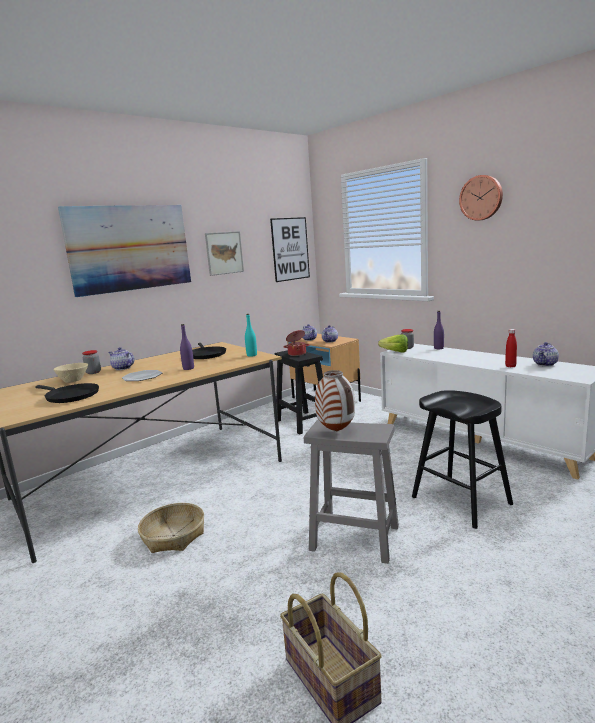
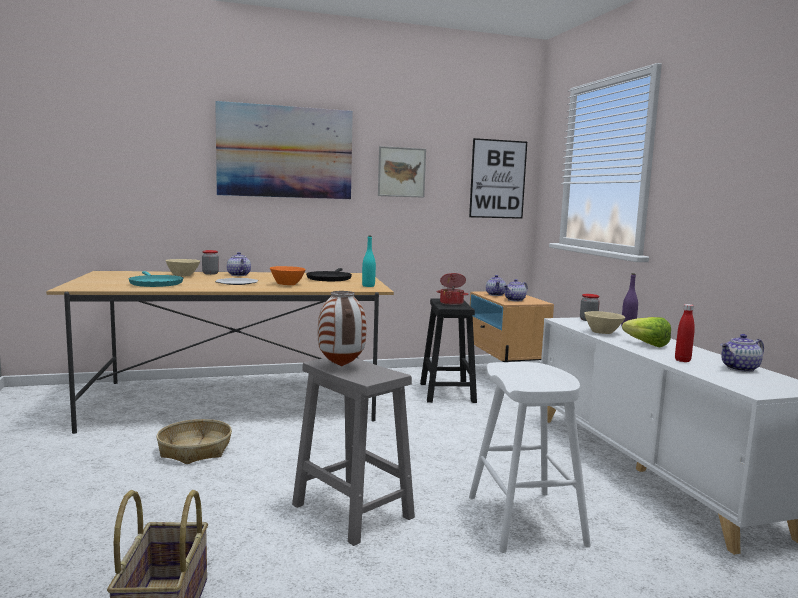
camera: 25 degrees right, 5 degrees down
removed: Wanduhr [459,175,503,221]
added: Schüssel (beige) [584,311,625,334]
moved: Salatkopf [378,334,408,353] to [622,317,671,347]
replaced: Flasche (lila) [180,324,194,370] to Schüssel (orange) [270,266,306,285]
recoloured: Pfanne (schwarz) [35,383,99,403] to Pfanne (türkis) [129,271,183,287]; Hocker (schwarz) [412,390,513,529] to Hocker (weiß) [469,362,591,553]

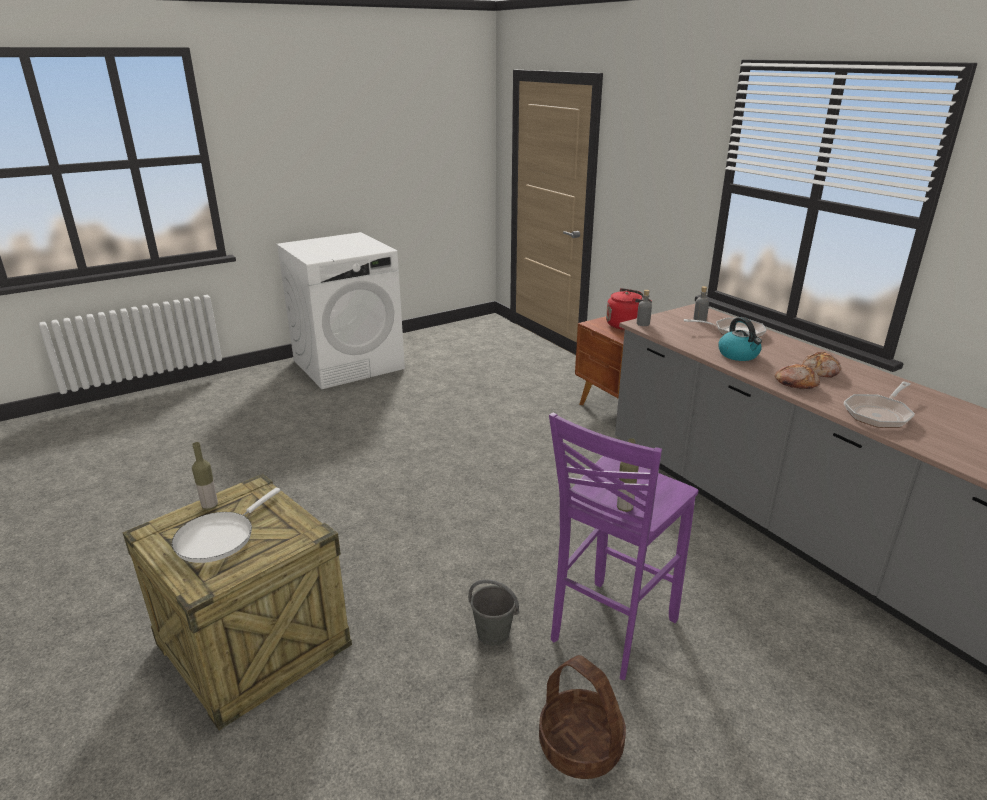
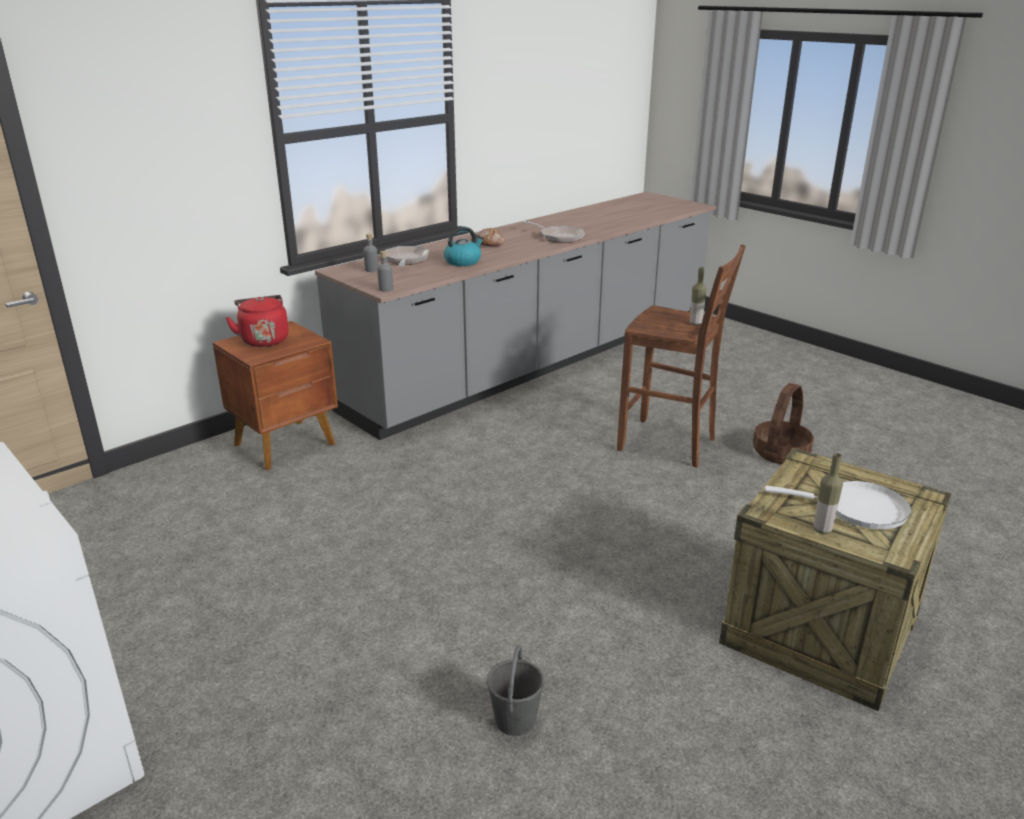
camera: 100 degrees left, 0 degrees up
removed: Brot [775,364,820,389]
moved: Eimer (grau) [468,579,519,646] to [487,645,544,736]
recoloured: Hocker (lila) [549,413,698,680] to Hocker (braun) [617,244,746,468]

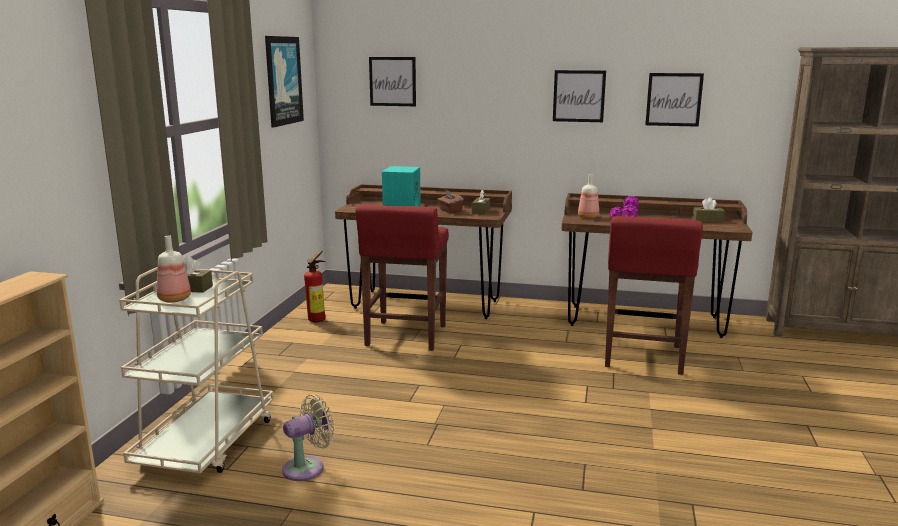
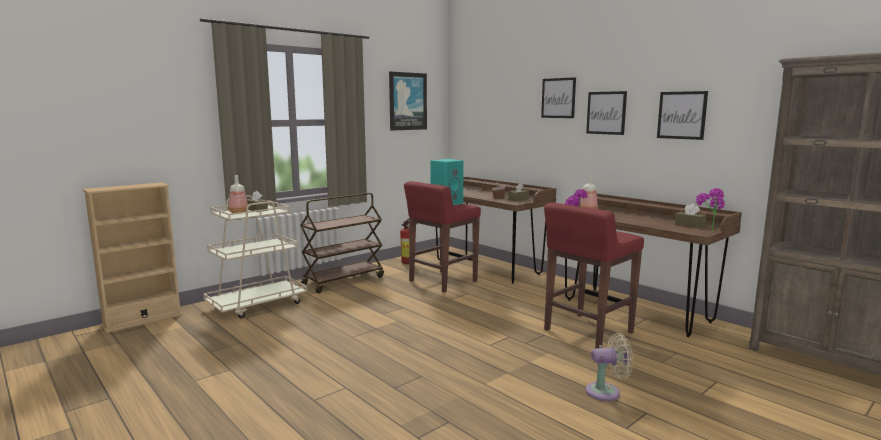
camera: 35 degrees right, 5 degrees down
added: Rollwagen (braun) [300,193,384,293]; Topfpflanze [696,188,725,232]
moved: Ventilator (beige) [282,394,334,481] to [586,333,633,401]; Bild [369,57,416,106] to [541,77,576,118]

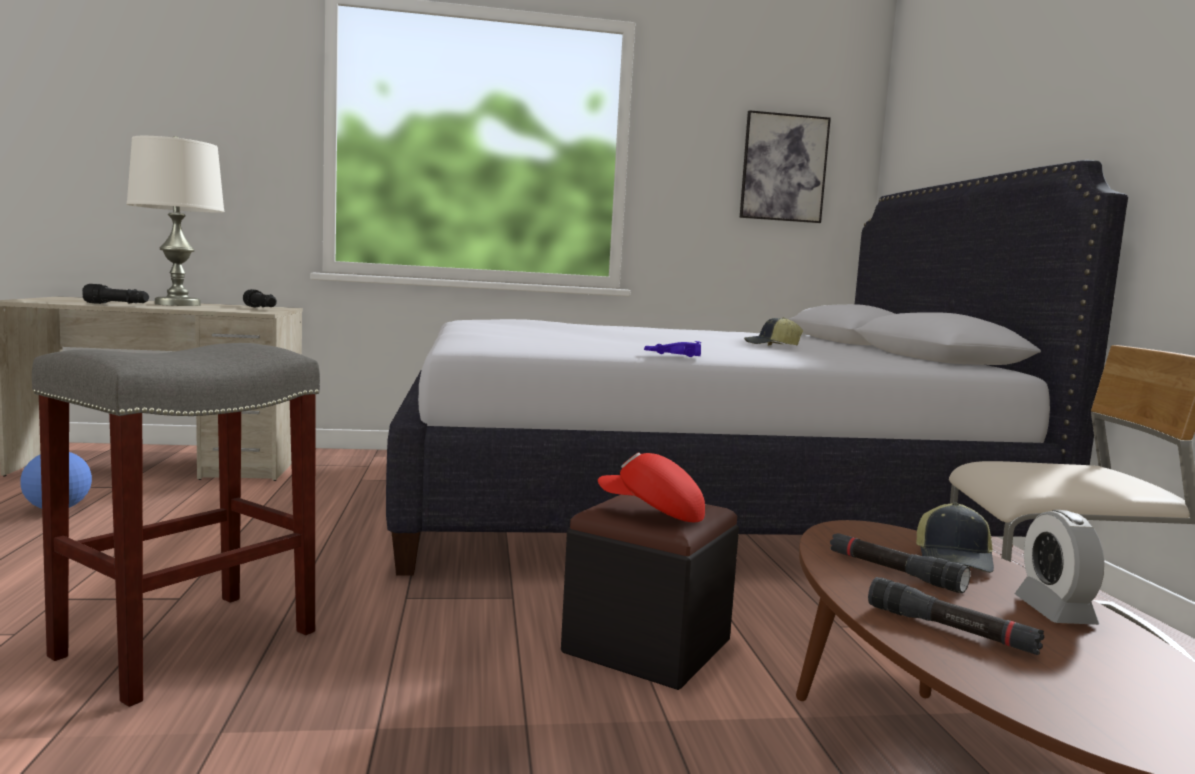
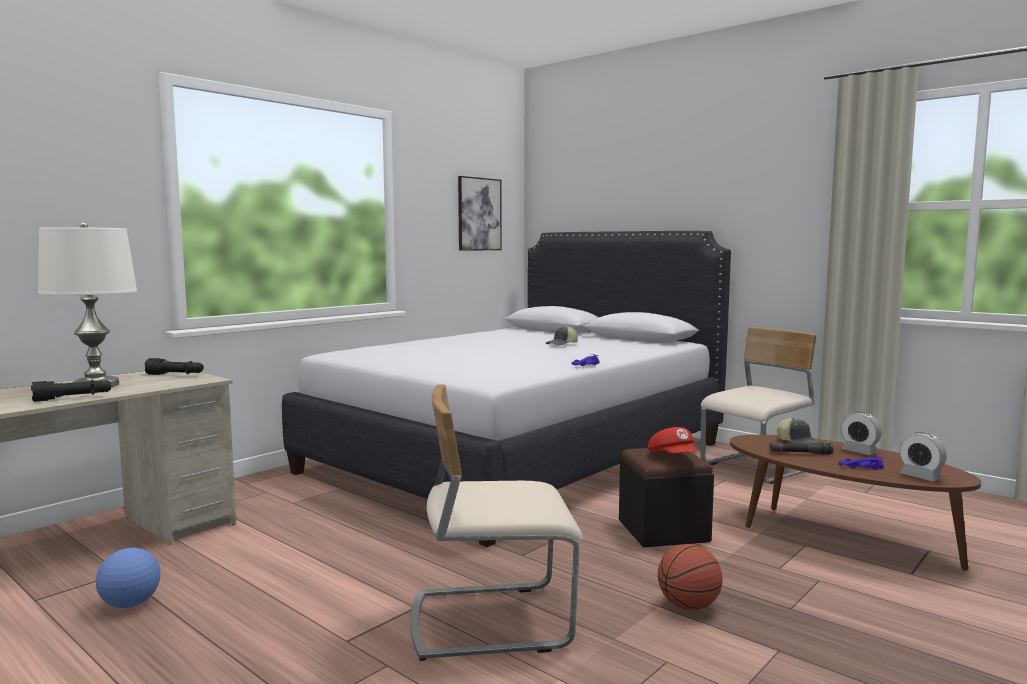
camera: 40 degrees left, 0 degrees up
added: Basketball [658,544,723,610]; Wecker [900,432,947,481]
replaced: Hocker (grau) [32,343,320,707] to Stuhl (beige) [410,384,583,661]; Taschenlampe (schwarz) [868,577,1044,655] to Spielzeugauto (lila) [838,455,883,470]
turned: Kappe (rot) [598,452,705,522] = [648,427,699,453] 90 degrees counterclockwise

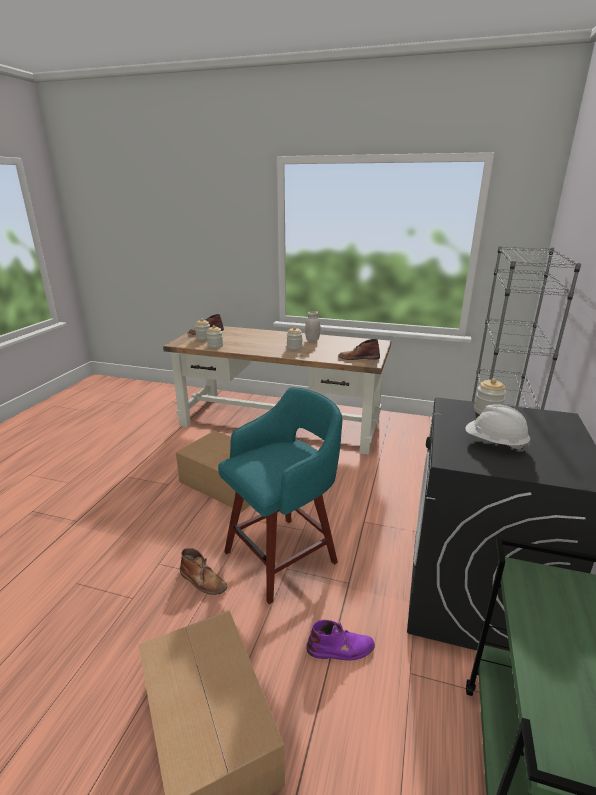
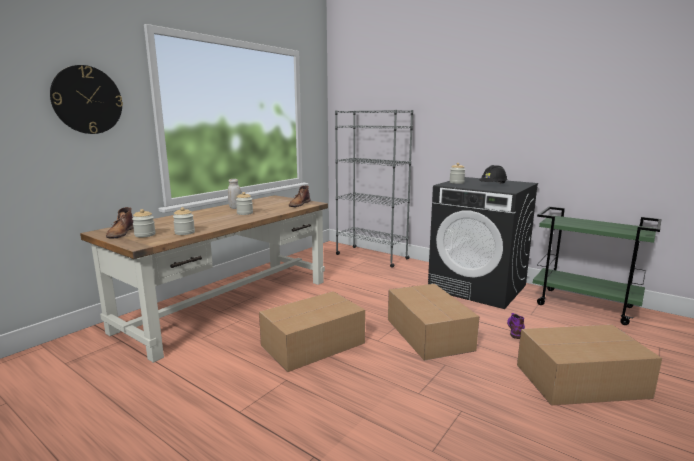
camera: 70 degrees left, 10 degrees down
removed: Stiefel (braun) [180,548,227,595]
added: Wanduhr [50,65,123,134]
replaced: Hocker (türkis) [218,387,342,604] to Karton [388,284,479,361]
recoloured: Schutzhelm (weiß) [465,404,530,451] to Schutzhelm (schwarz) [479,165,507,185]

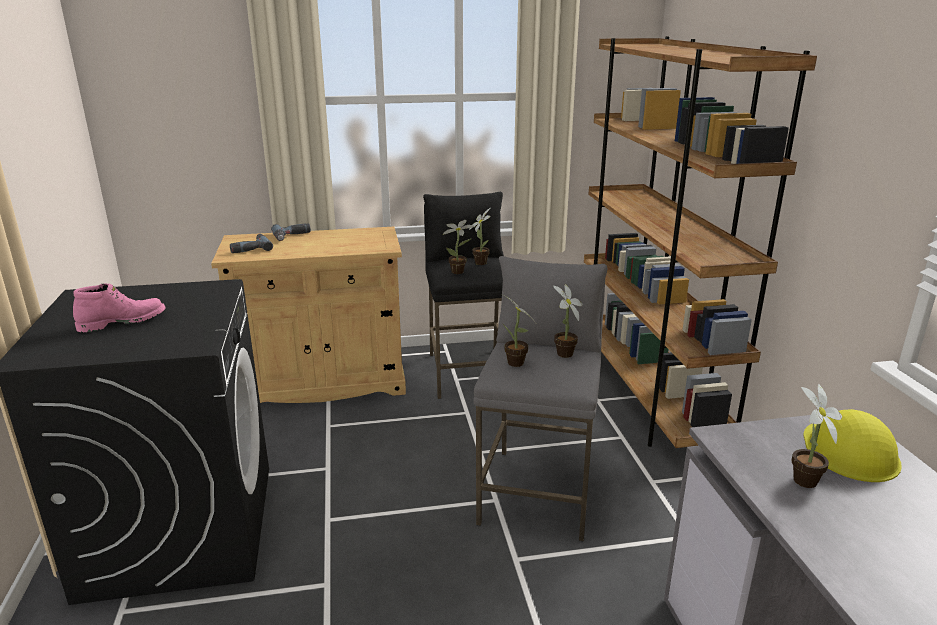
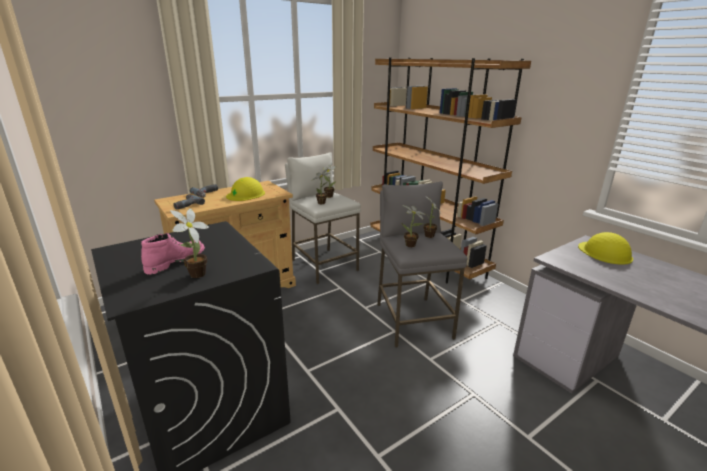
camera: 25 degrees left, 0 degrees up
added: Schutzhelm (gelb) [226,177,265,201]
moved: Topfpflanze [792,384,842,488] to [170,208,209,278]
recoloured: Hocker (schwarz) [423,191,504,399] to Hocker (weiß) [285,152,361,284]

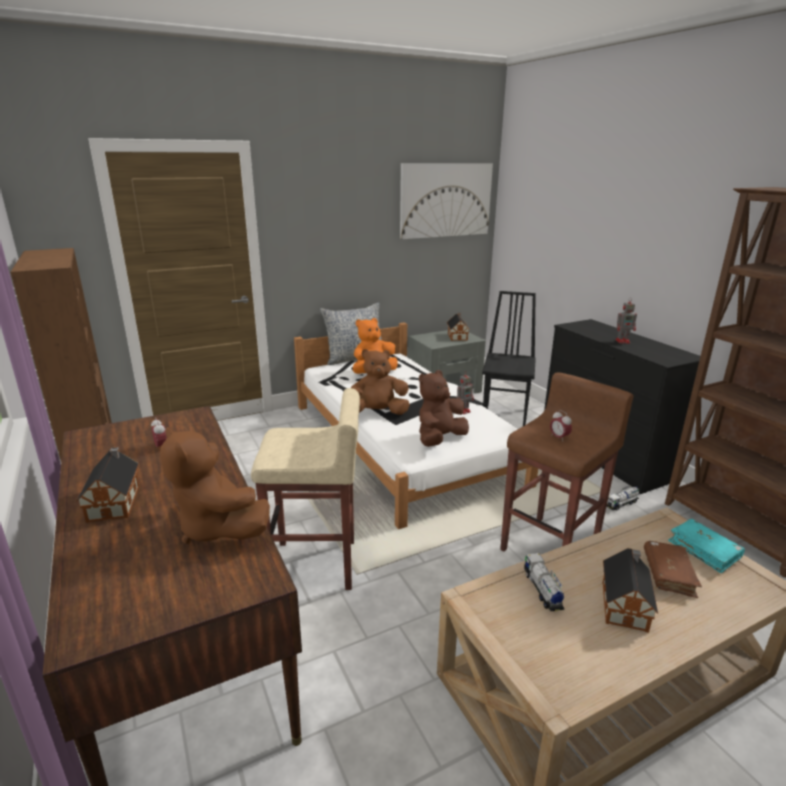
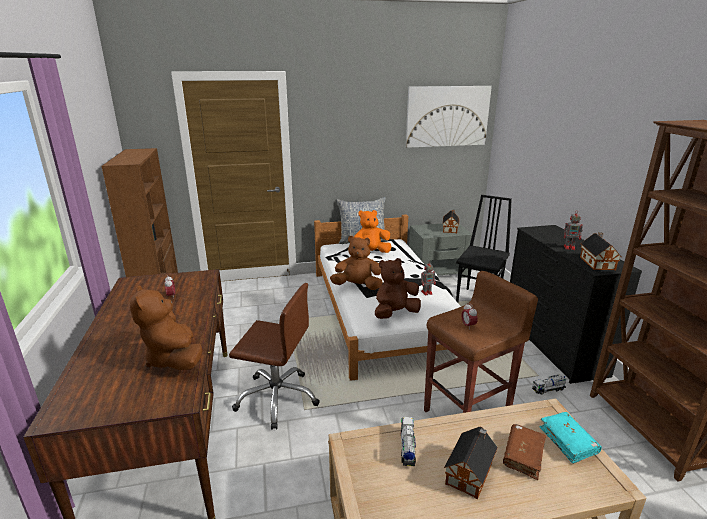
camera: 15 degrees right, 0 degrees up
moved: Spielzeughaus [76,447,139,523] to [580,232,621,270]
replaced: Hocker (beige) [251,388,360,590] to Bürostuhl (braun) [229,283,320,430]

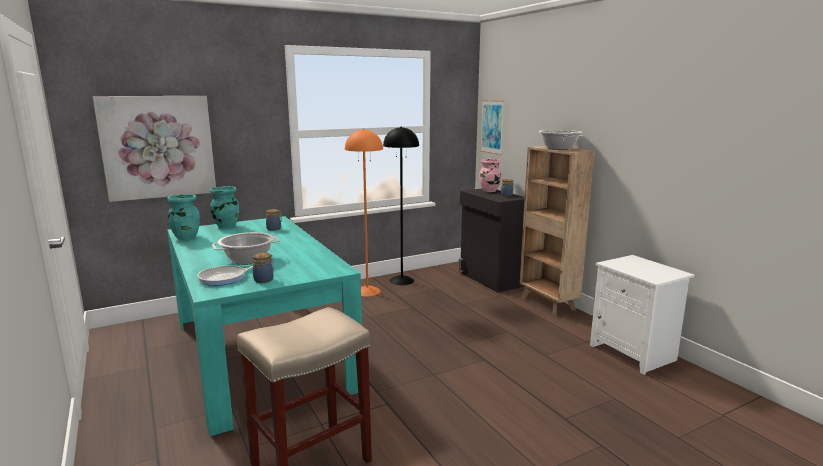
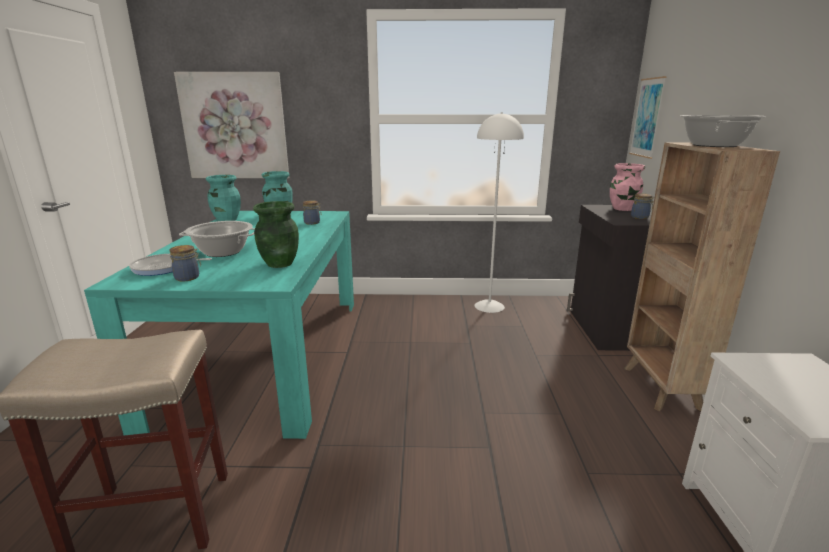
camera: 30 degrees right, 5 degrees up
removed: Stehlampe (orange) [345,129,383,297]
added: Vase (grün) [253,201,299,268]
recoloured: Stehlampe (schwarz) [383,126,419,285] to Stehlampe (weiß) [475,112,524,313]

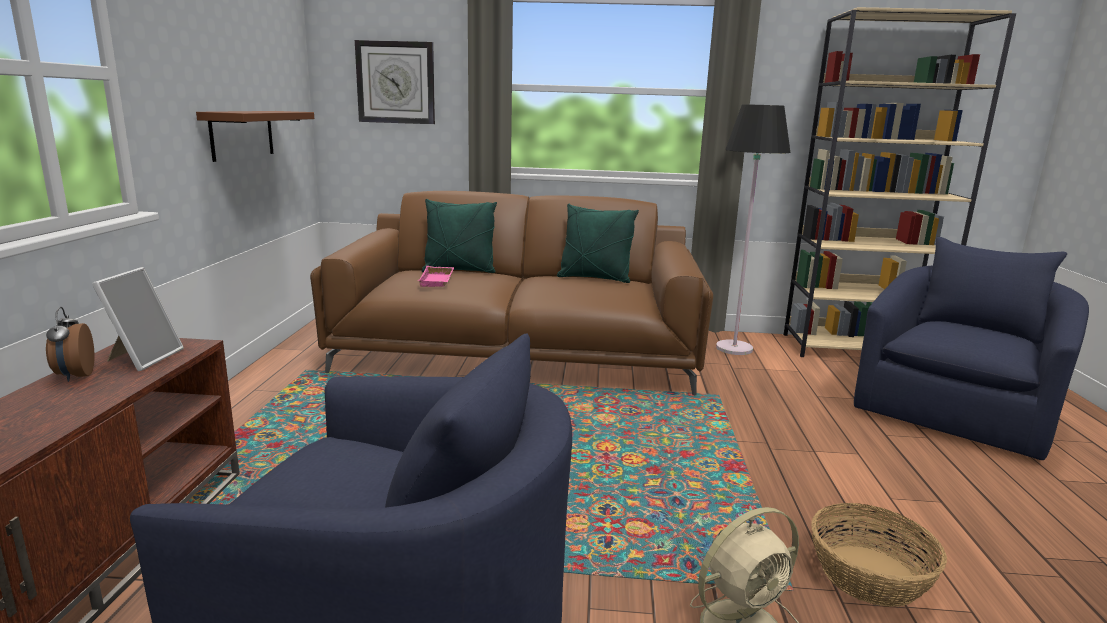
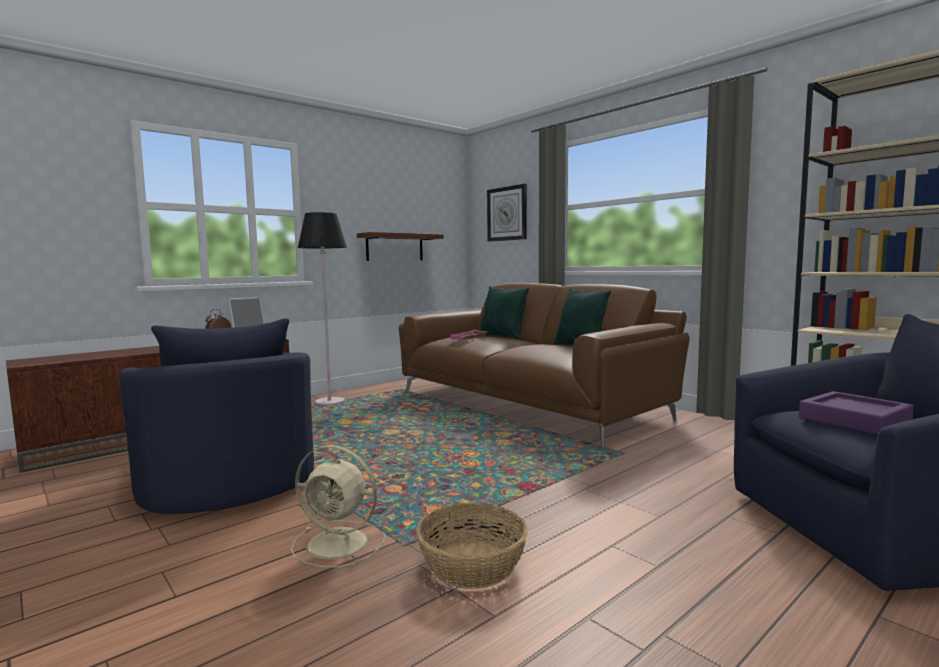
camera: 45 degrees right, 10 degrees down
added: Tablett (lila) [799,391,914,435]
moved: Stehlampe (schwarz) [716,104,790,355] to [298,212,347,405]

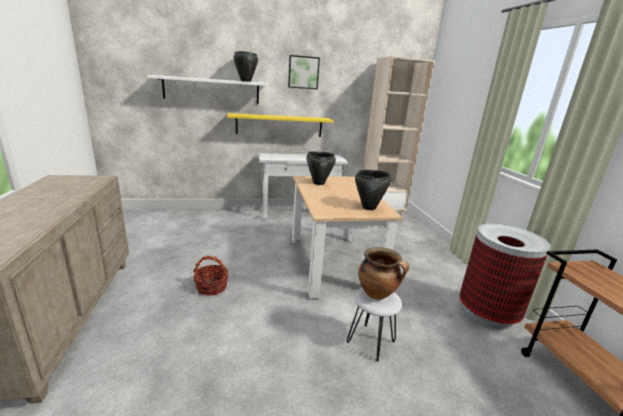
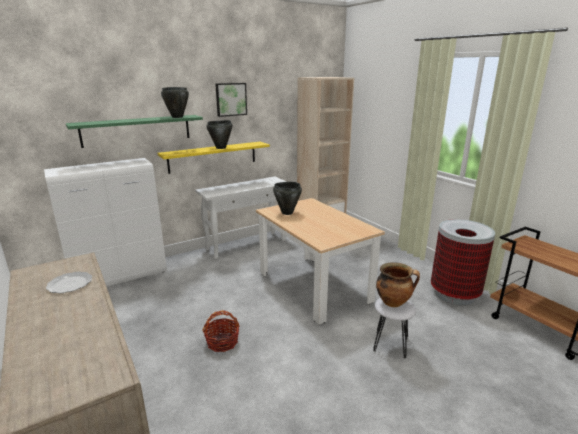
camera: 20 degrees left, 0 degrees up
added: Schrank (weiß) [44,158,167,287]; Teller [46,272,92,293]
moved: Kochtopf (schwarz) [355,170,391,210] to [207,120,232,149]
recoloured: Wandregal (weiß) [147,75,268,104] to Wandregal (grün) [66,115,203,148]

